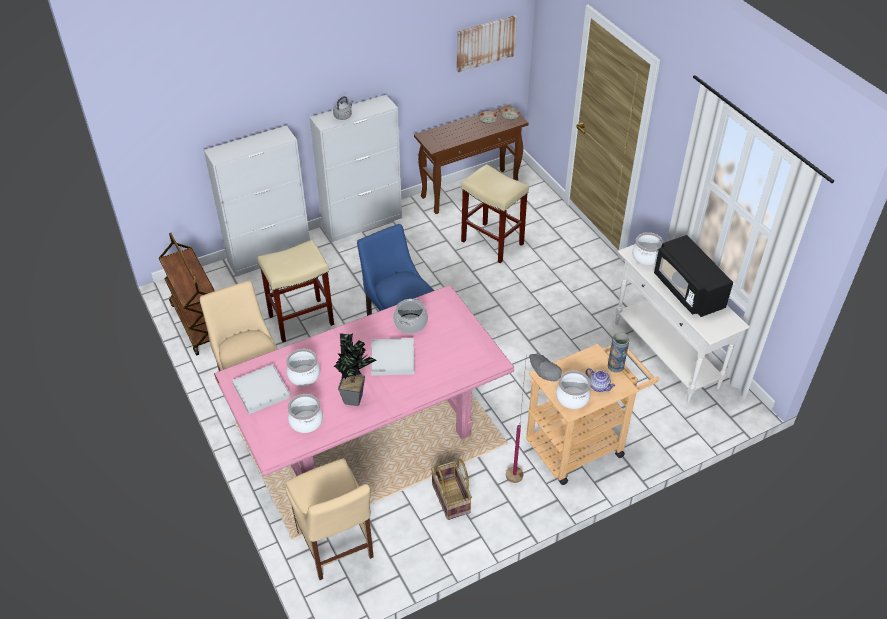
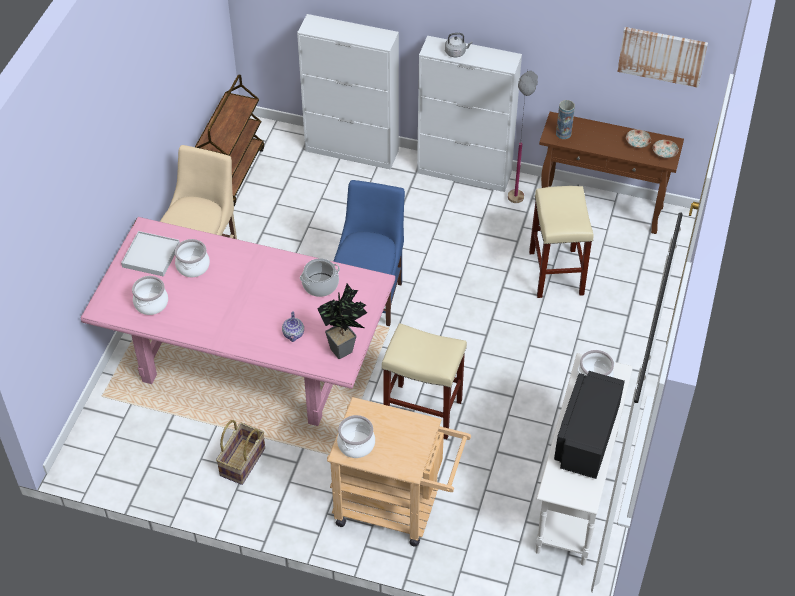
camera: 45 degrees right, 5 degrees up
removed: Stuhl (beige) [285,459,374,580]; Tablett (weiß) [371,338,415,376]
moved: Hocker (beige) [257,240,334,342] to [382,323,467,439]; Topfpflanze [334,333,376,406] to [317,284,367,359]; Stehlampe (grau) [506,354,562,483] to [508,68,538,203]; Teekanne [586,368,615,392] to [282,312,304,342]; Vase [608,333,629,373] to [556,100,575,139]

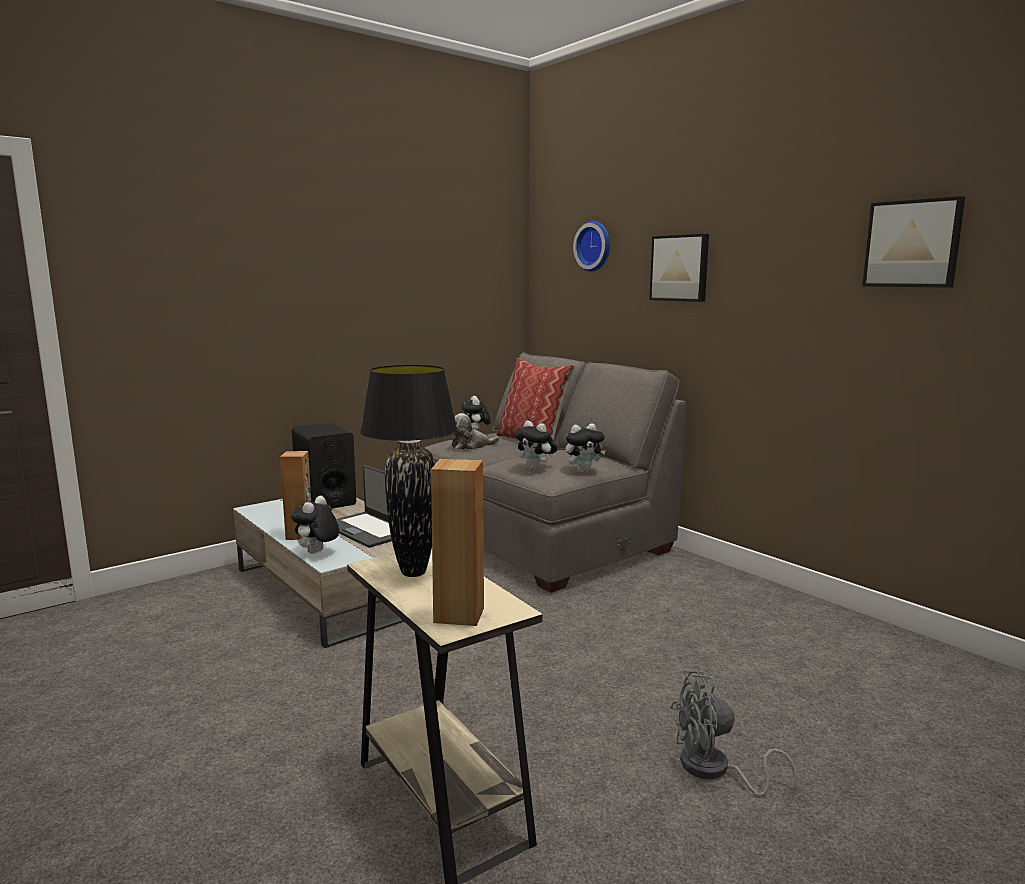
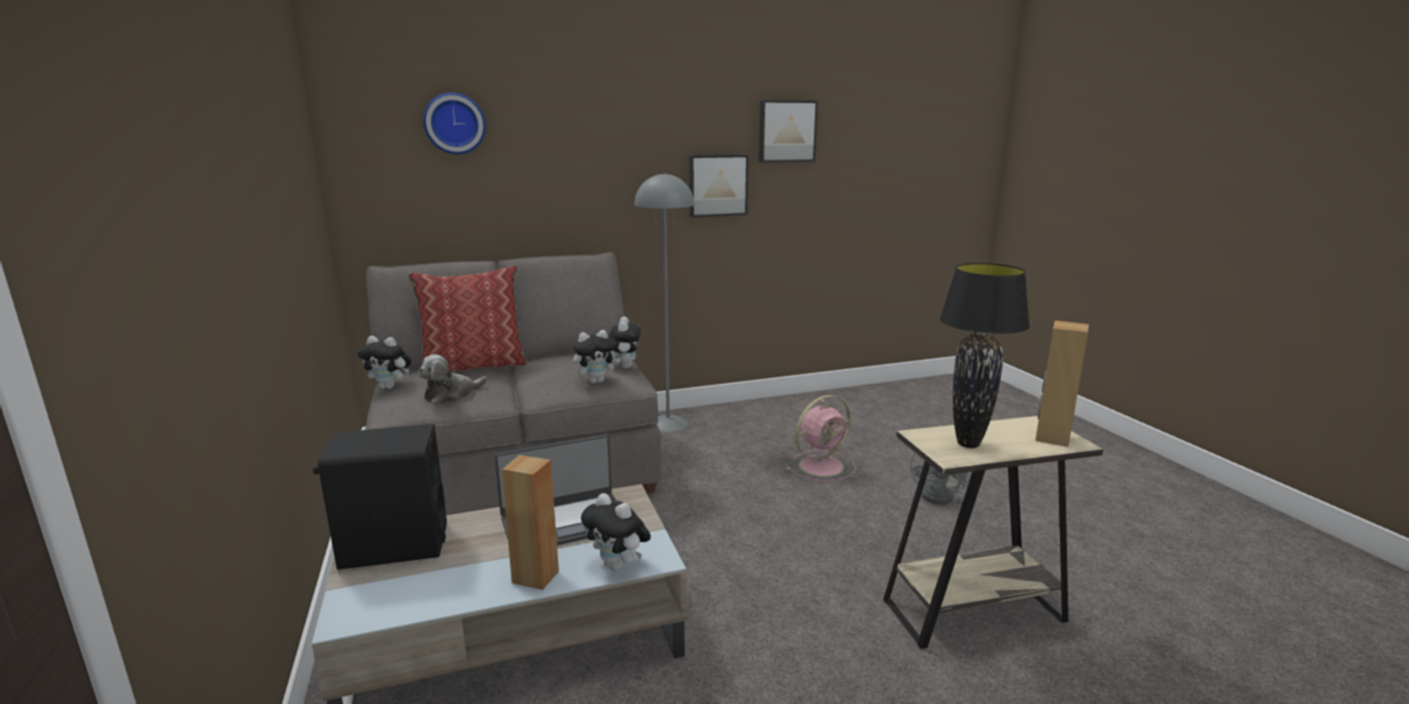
camera: 70 degrees left, 5 degrees up
added: Stehlampe (grau) [635,172,694,432]; Ventilator (rosa) [786,395,856,482]
moved: Bild [649,234,709,302] to [689,154,748,218]
turned: Plüschtier [452,413,499,450] = [418,354,487,404] 45 degrees clockwise

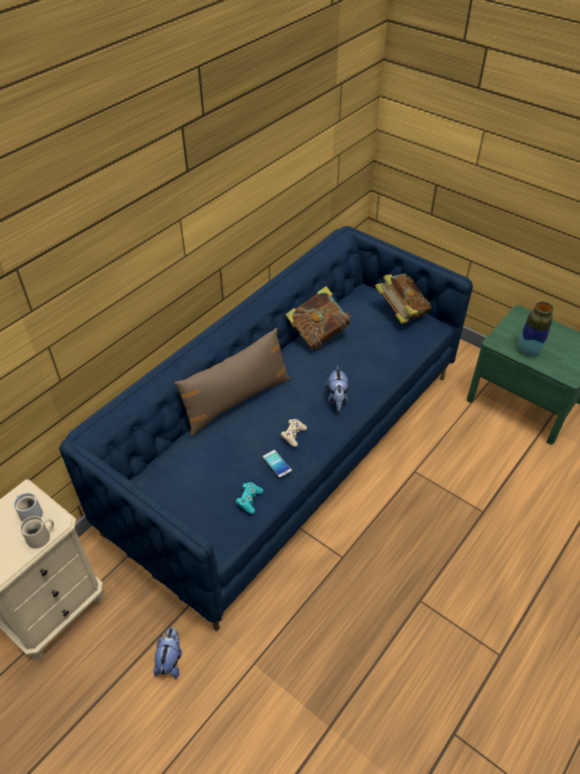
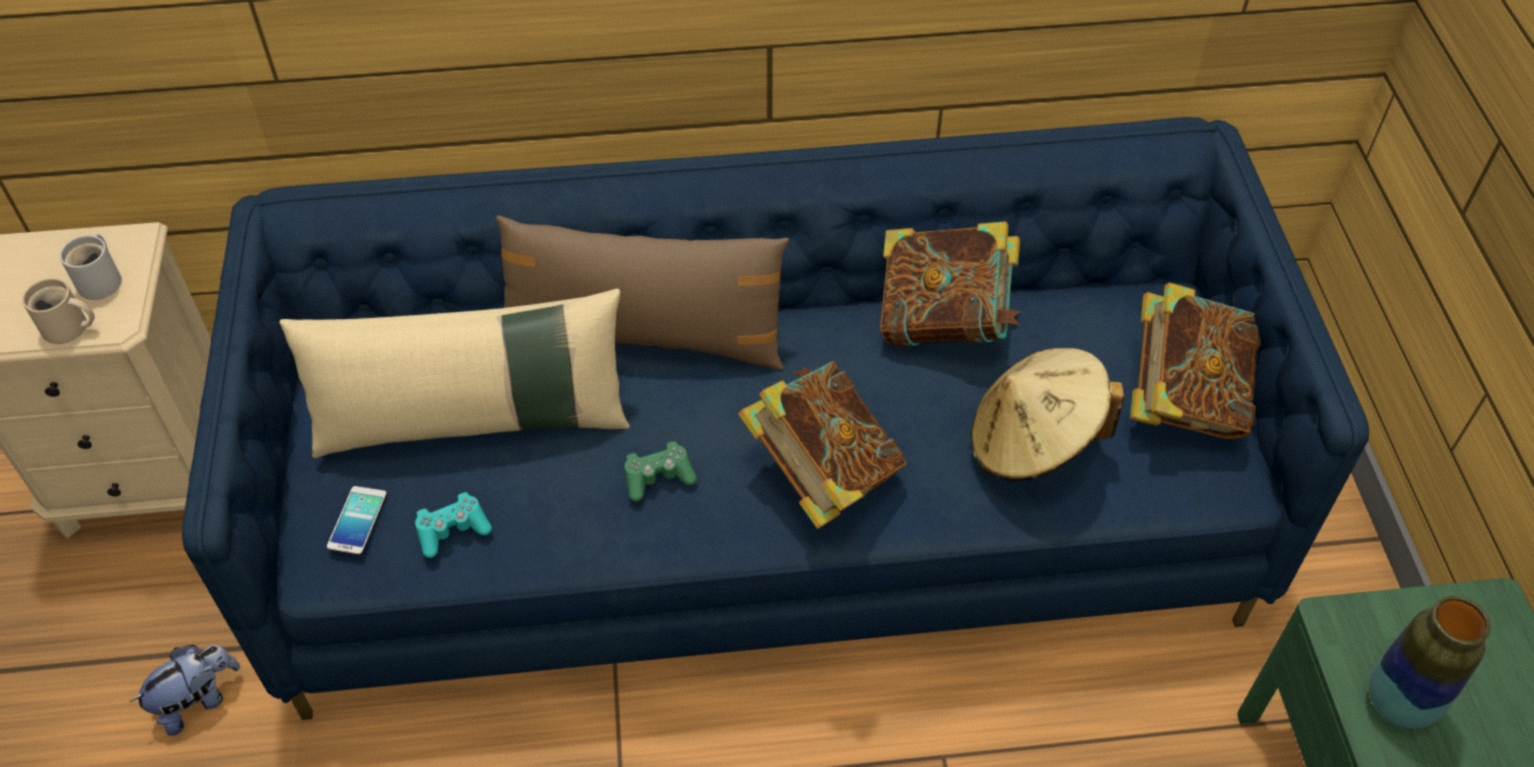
camera: 45 degrees right, 5 degrees up
added: Kissen (beige) [279,289,630,458]; Hut (beige) [970,348,1124,481]
moved: Handy [263,450,292,478] to [327,486,387,555]
replaced: Plüschtier [326,365,349,411] to Buch [738,361,907,529]
recoloured: Gamepad (beige) [281,419,307,447] to Gamepad (grün) [624,441,697,502]

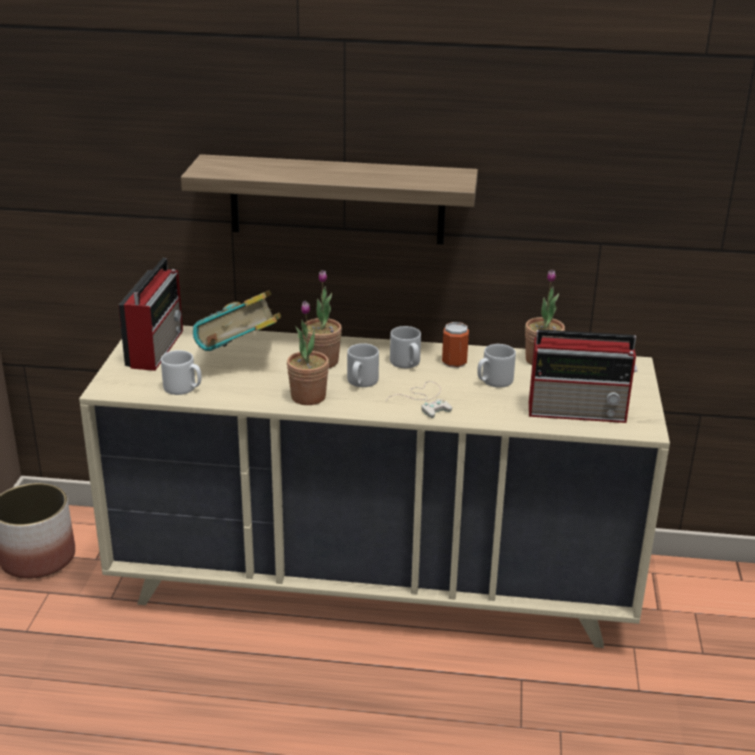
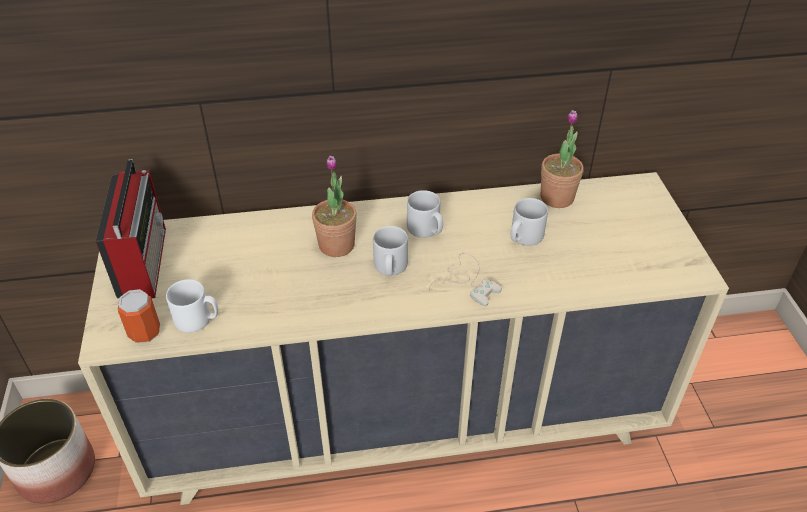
camera: 15 degrees left, 15 degrees up
removed: Wandregal [181,154,478,245]; Buch [193,290,281,351]; Topfpflanze [287,301,329,405]; Radio [529,329,638,423]
moved: Dose [442,322,469,368] to [118,289,160,344]

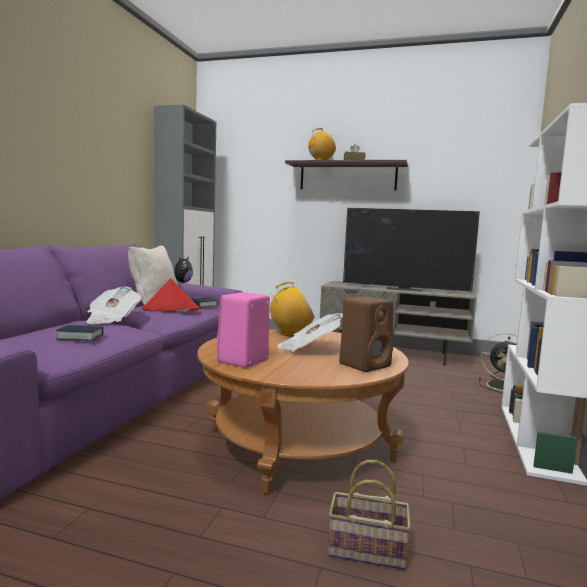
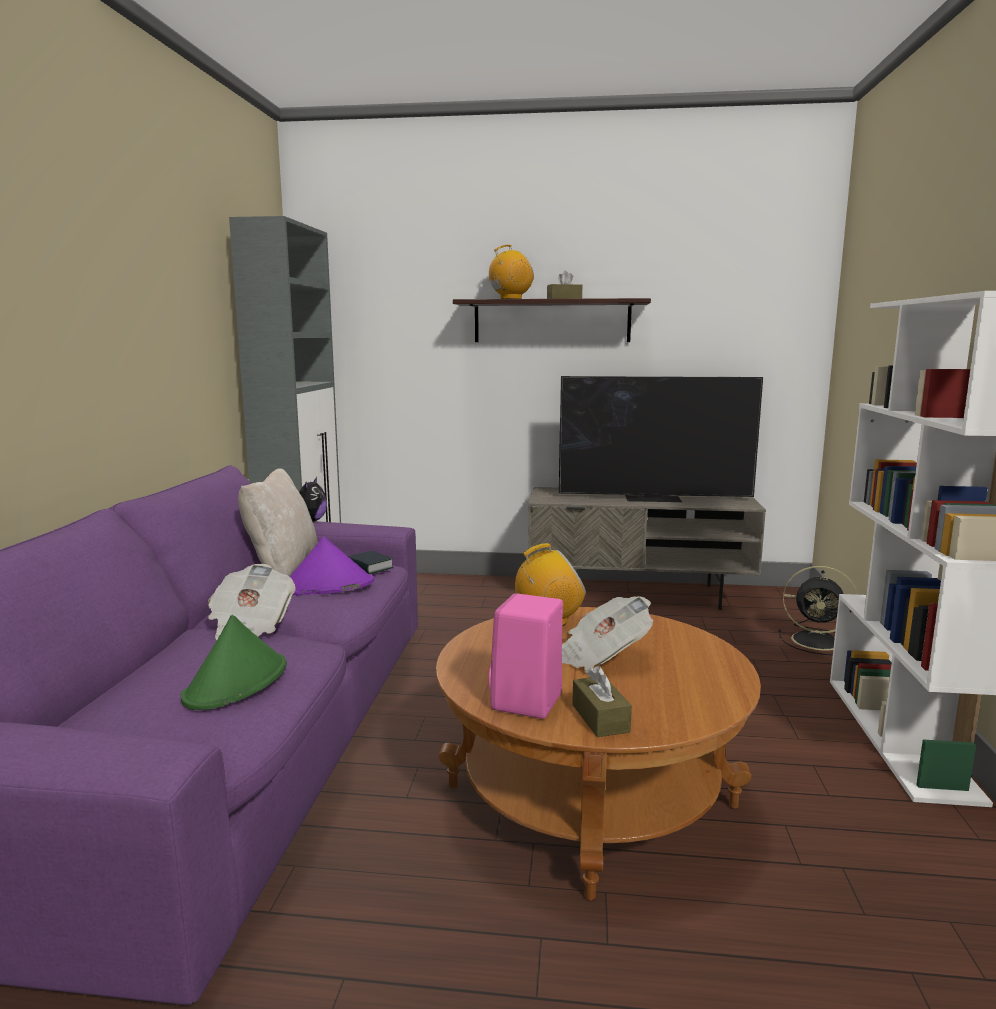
camera: 10 degrees left, 5 degrees up
removed: Korb [328,460,411,571]; Lautsprecher (braun) [339,297,393,372]
added: Taschentuchbox (braun) [572,666,632,737]
replaced: Buch [56,325,103,341] to Hut (grün) [181,615,287,710]
recoloured: Hut (rot) [142,279,200,312] to Hut (lila) [289,537,374,595]

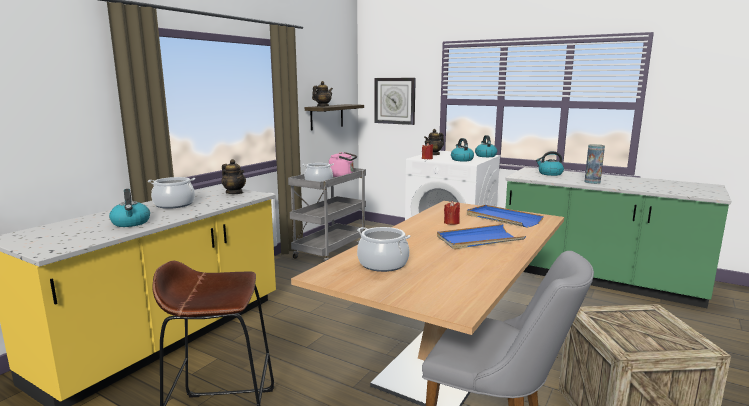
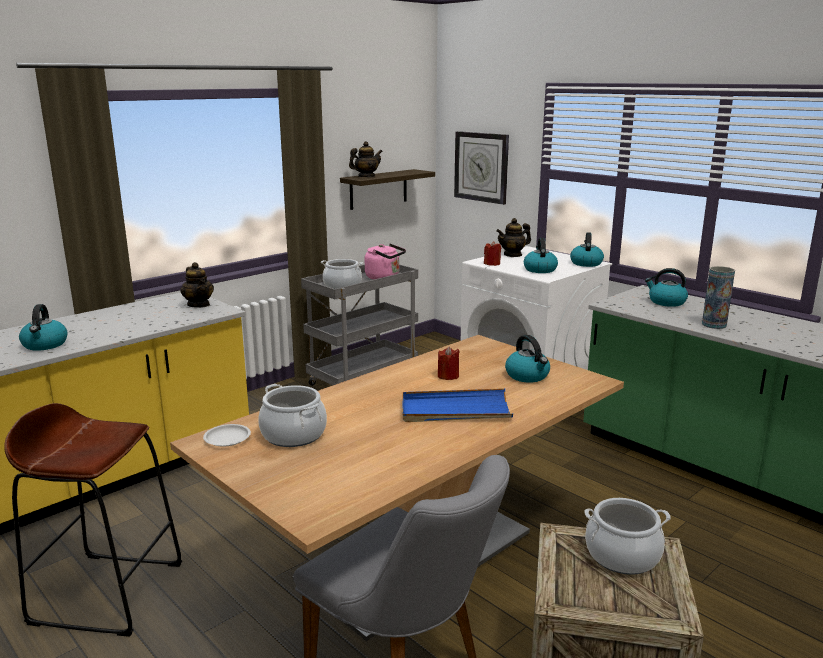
camera: 15 degrees right, 5 degrees up
added: Teller (weiß) [203,424,251,447]
moved: Kochtopf [148,177,195,209] to [584,498,671,575]
replaced: Tablett (blau) [467,205,544,228] to Wasserkessel [505,335,550,383]

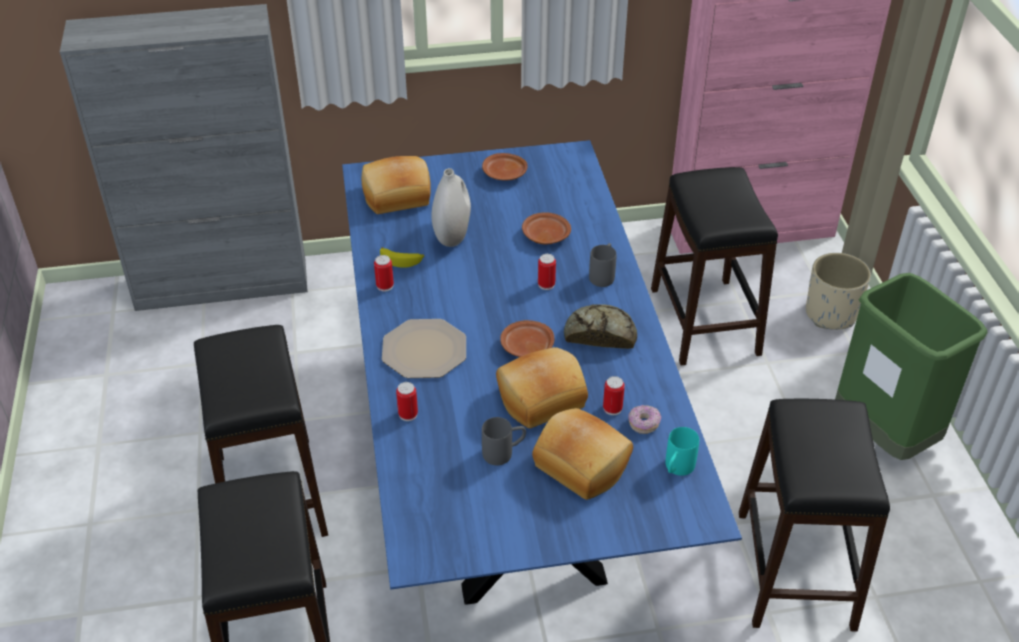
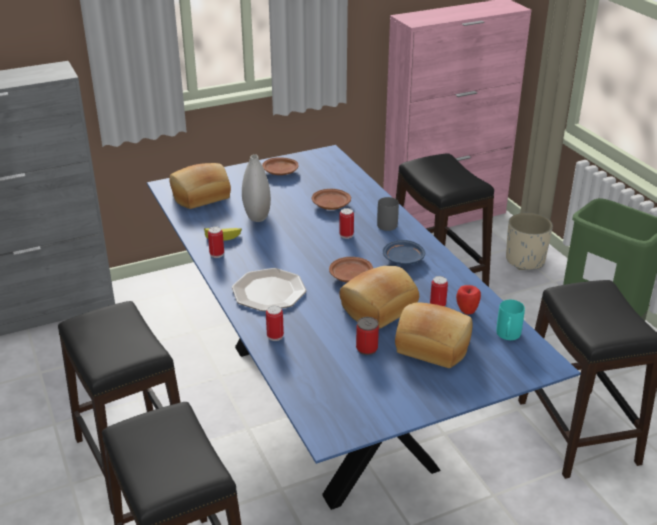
camera: 15 degrees left, 10 degrees down
replaced: Henkelbecher (grau) [482,417,526,465] to Dose [356,317,379,355]; Brot [564,304,637,349] to Teller (blau) [383,240,425,265]; Donut [628,405,661,434] to Apfel [456,285,481,315]

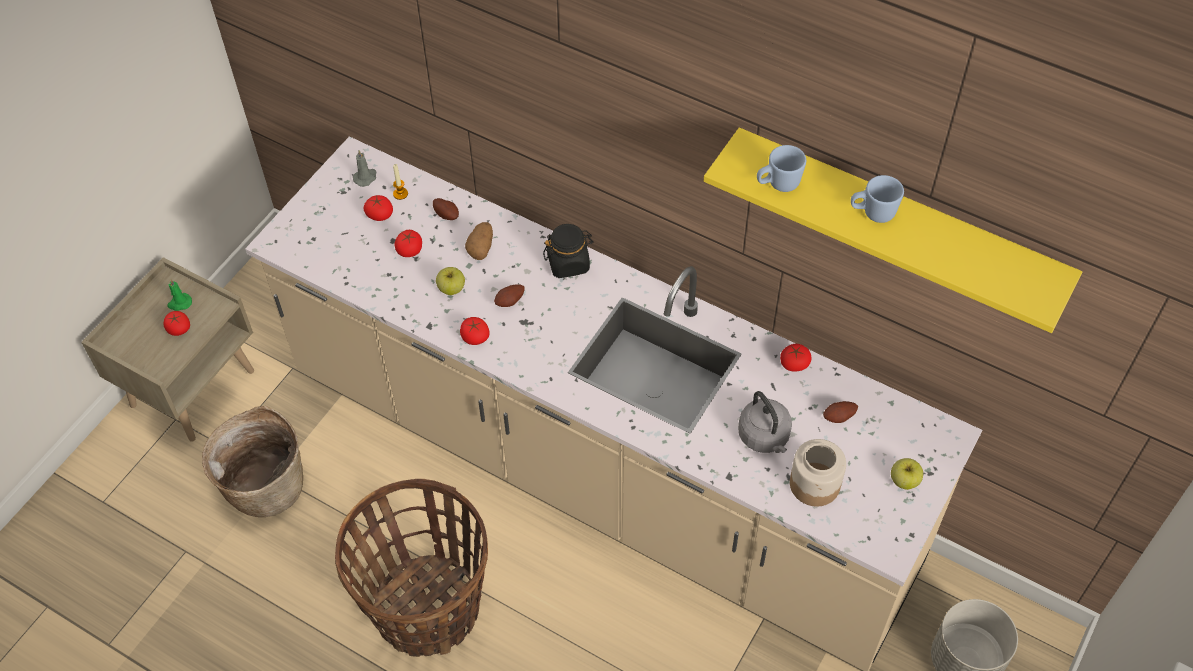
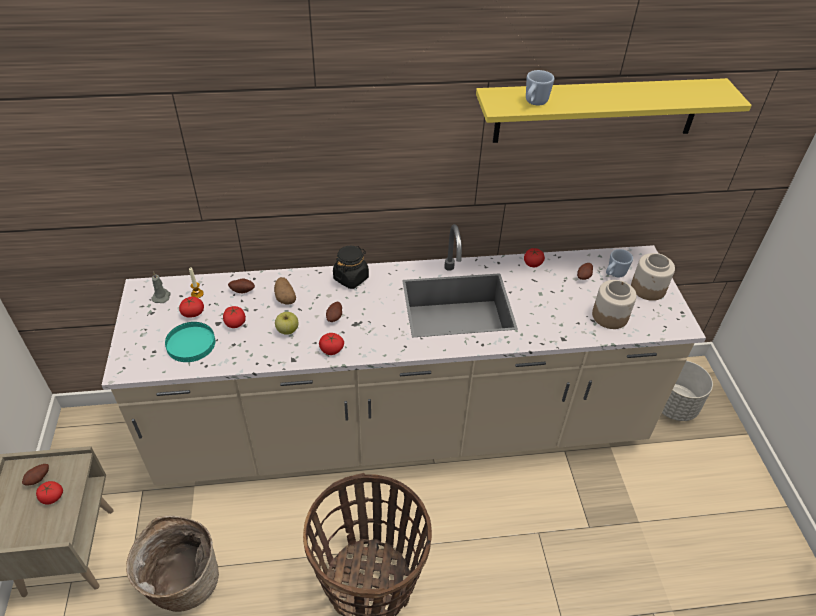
camera: 40 degrees left, 10 degrees down
removed: Wasserkessel (grau) [738,391,792,453]
added: Teller (türkis) [165,322,215,362]
moved: Henkelbecher (blau) [851,175,904,223] to [606,249,633,277]
replaced: Kerze (grün) [167,279,192,311] to Kartoffel [22,464,49,485]; Apfel [891,458,923,490] to Vorratsglas [631,253,675,301]

